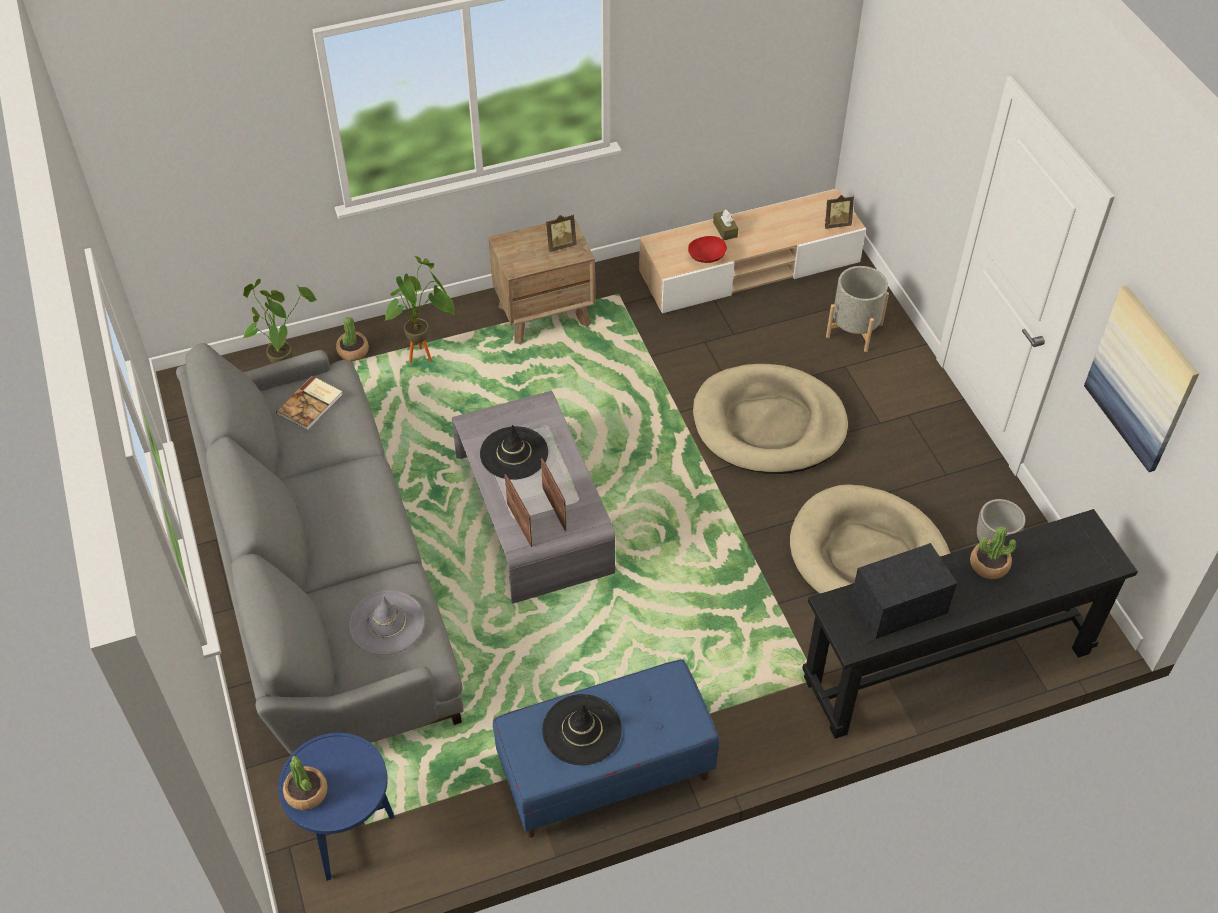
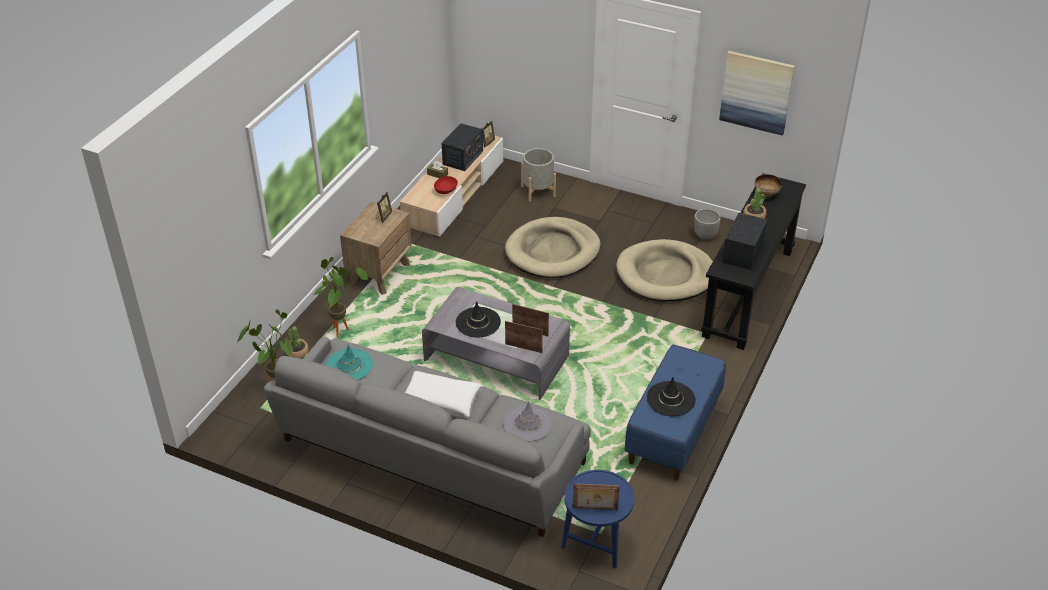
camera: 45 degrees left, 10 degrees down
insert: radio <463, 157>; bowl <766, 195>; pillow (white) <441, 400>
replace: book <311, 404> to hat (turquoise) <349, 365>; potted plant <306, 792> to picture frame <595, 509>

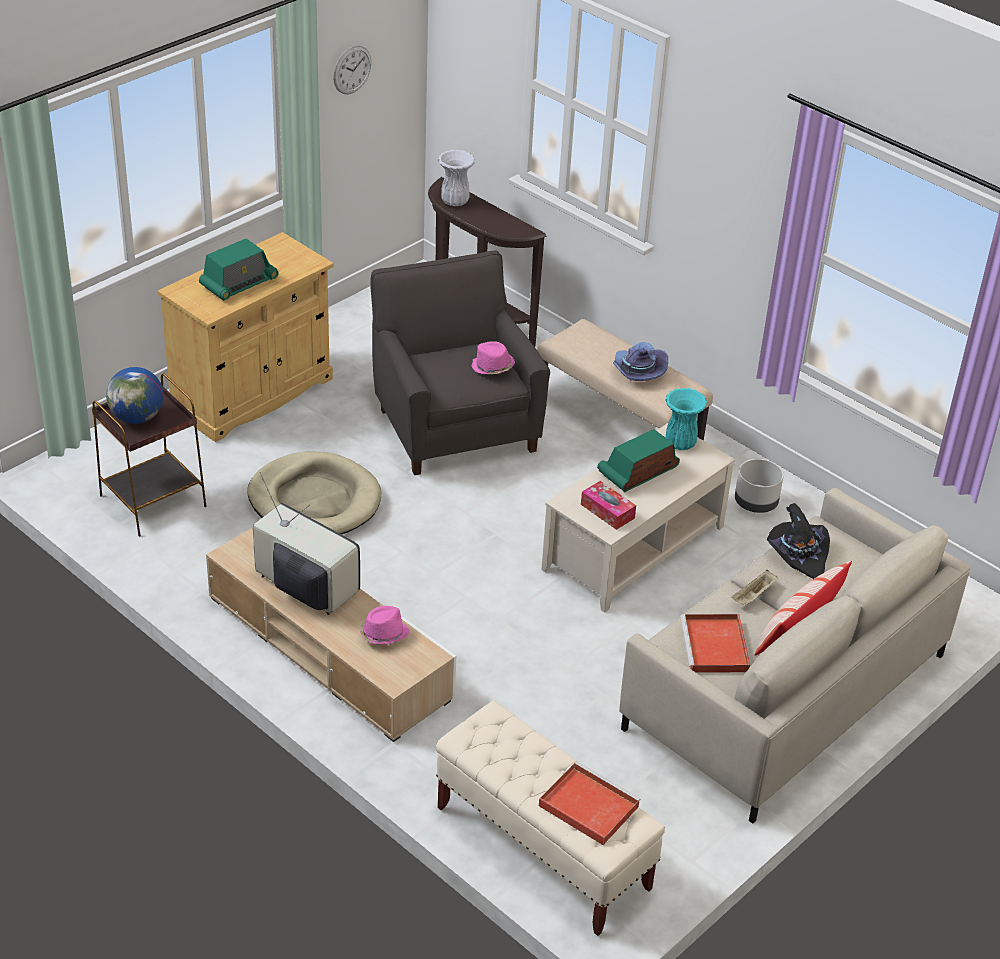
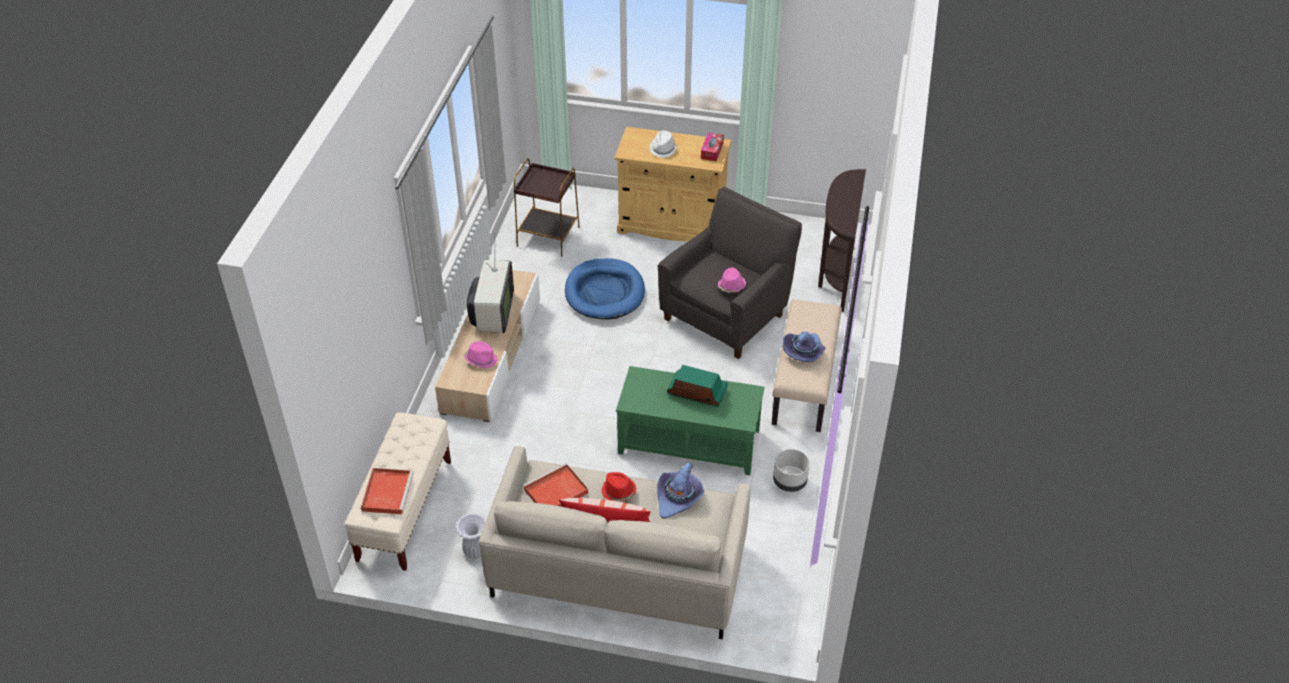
camera: 60 degrees right, 5 degrees up
delete: wall clock <352, 69>; globe <137, 417>; vase (turquoise) <680, 443>
move: vase (white) <455, 202> to <475, 552>; tissue box <607, 511> to <712, 151>
replace: radio <239, 283> to hat (white) <663, 149>; tray (beige) <753, 596> to hat (red) <618, 492>
recolor: coffee table (beige) <633, 548> to coffee table (green) <689, 442>; dog bed (beige) <314, 500> to dog bed (blue) <604, 292>; hat (black) <798, 554> to hat (purple) <678, 498>

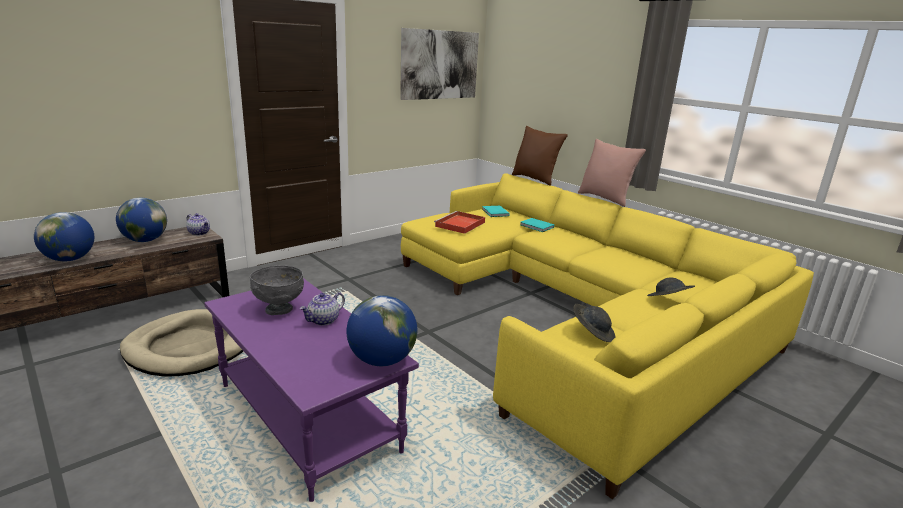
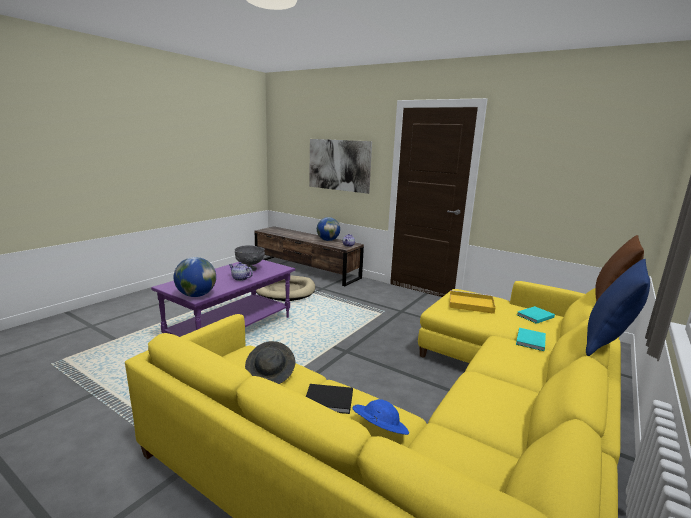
camera: 75 degrees right, 5 degrees down
delete: globe <70, 259>
insert: book (black) <330, 401>
move: picture <440, 65> to <339, 165>
recolor: pillow (pink) <605, 198> to pillow (blue) <607, 344>; tray (red) <460, 225> to tray (yellow) <470, 304>; hat (grey) <668, 301> to hat (blue) <378, 431>

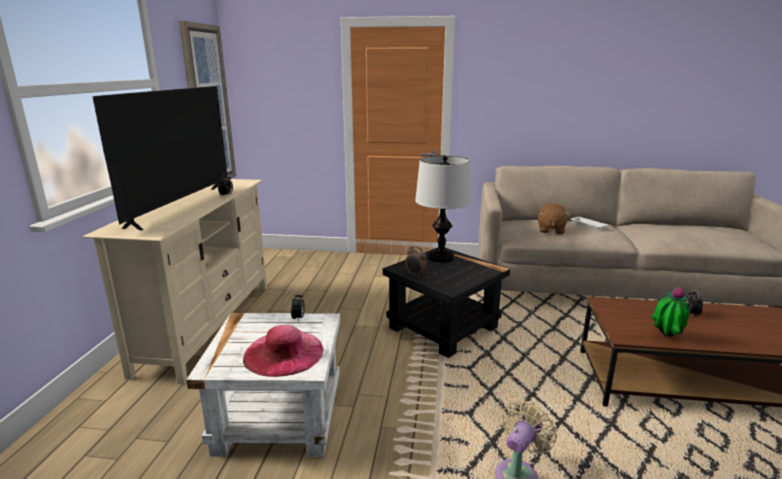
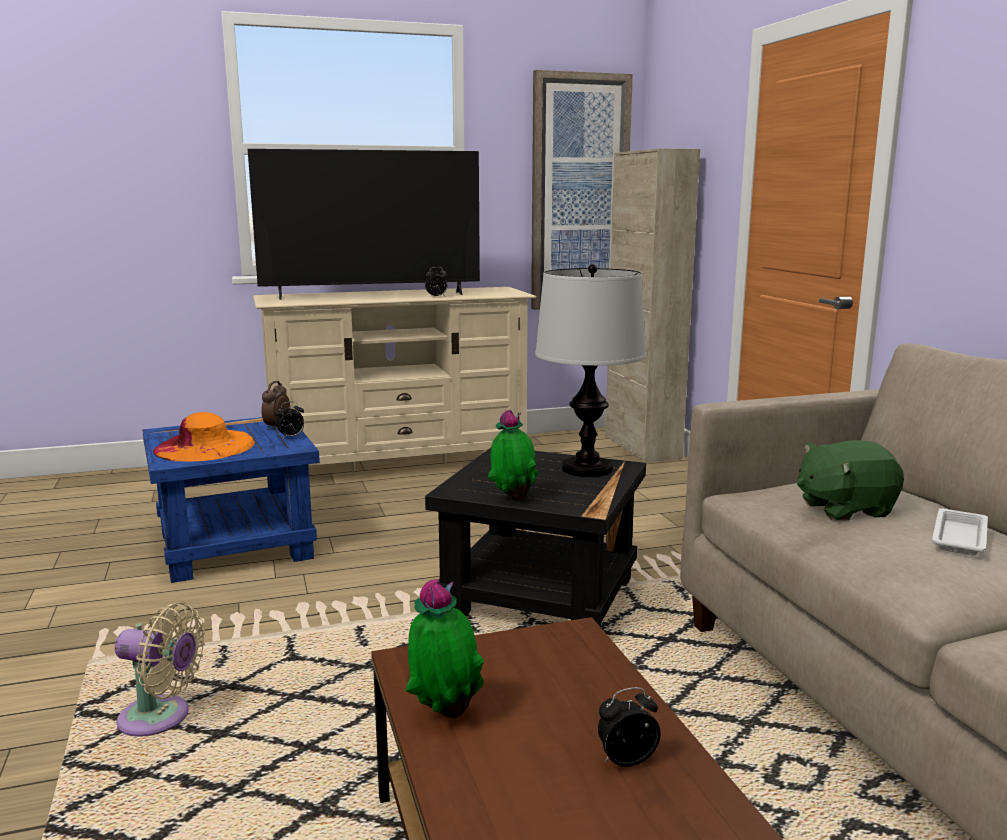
camera: 65 degrees right, 5 degrees down
insert: cabinet (beige) <642, 447>; potted plant <513, 498>
move: alarm clock <415, 275> to <276, 427>
recolor: plush toy (brown) <550, 230> to plush toy (green) <844, 509>; side table (white) <278, 417> to side table (blue) <237, 544>; hat (pink) <284, 352> to hat (orange) <204, 446>

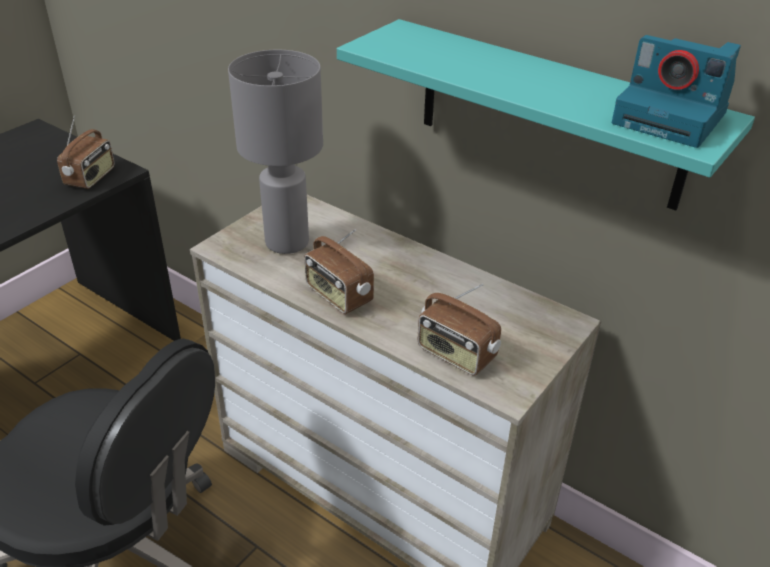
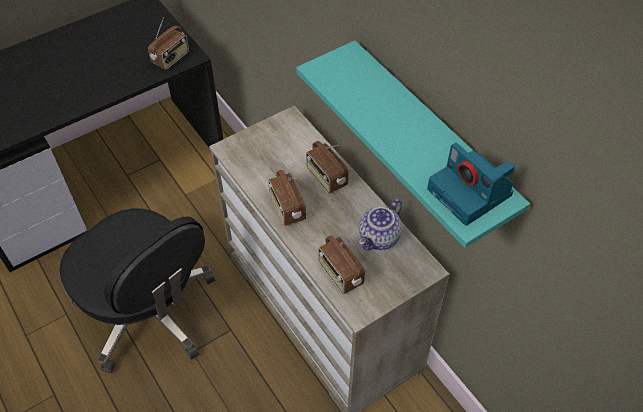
camera: 20 degrees right, 15 degrees up
delete: table lamp (grey) <286, 241>
insert: radio <326, 178>; teapot <380, 238>

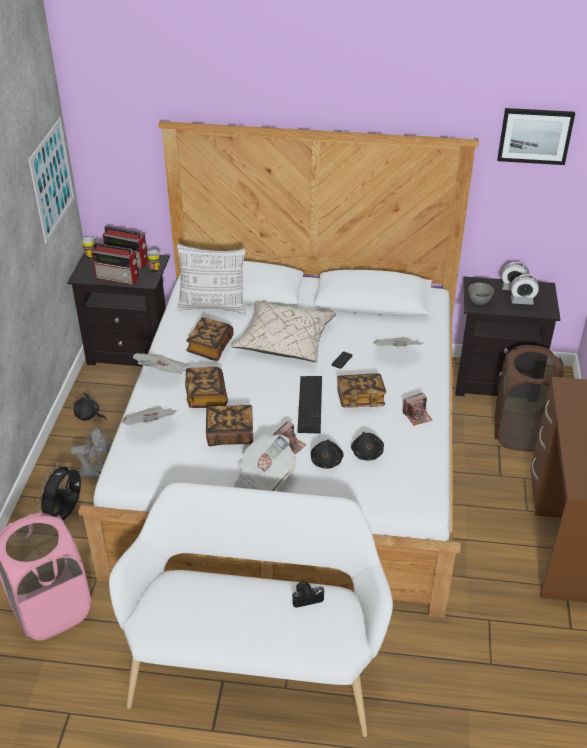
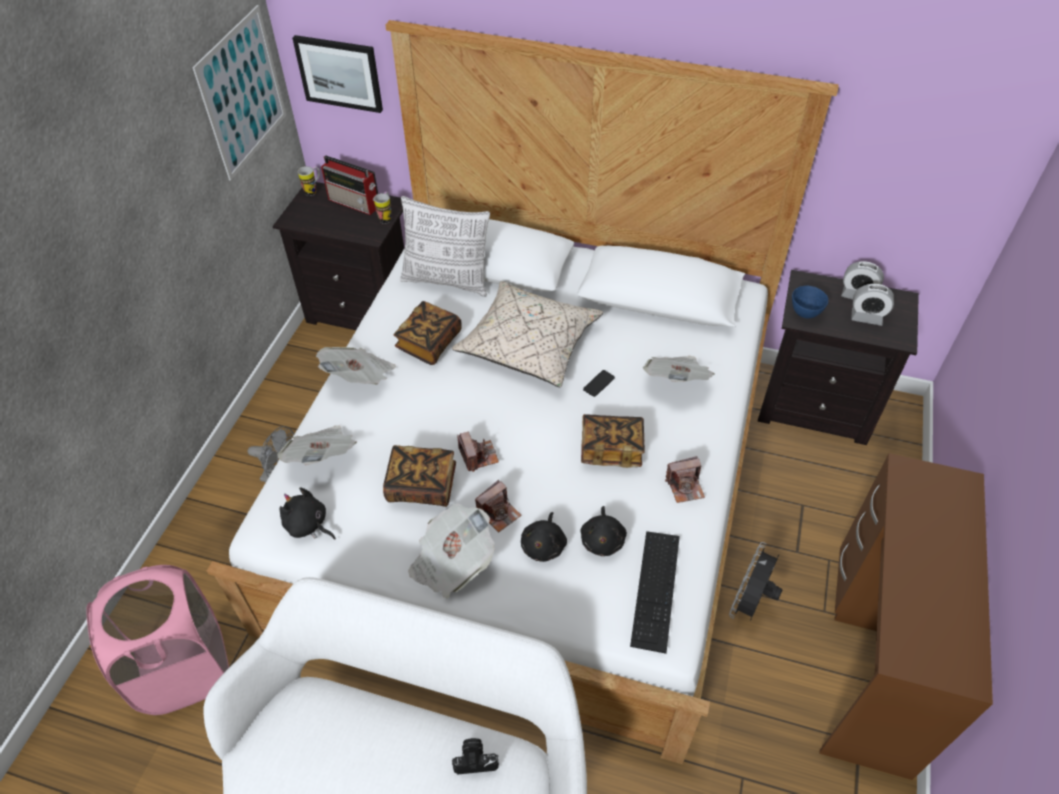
camera: 10 degrees right, 10 degrees up
delete: radio <118, 278>; laundry basket (brown) <520, 432>; book <206, 396>
insert: photo camera <478, 456>
move: picture <535, 135> to <339, 73>; keyboard <310, 404> to <655, 589>; plush toy (black) <88, 416> to <308, 525>; fan (black) <66, 514> to <750, 603>
recolor: bowl (grey) <478, 302> to bowl (blue) <804, 313>

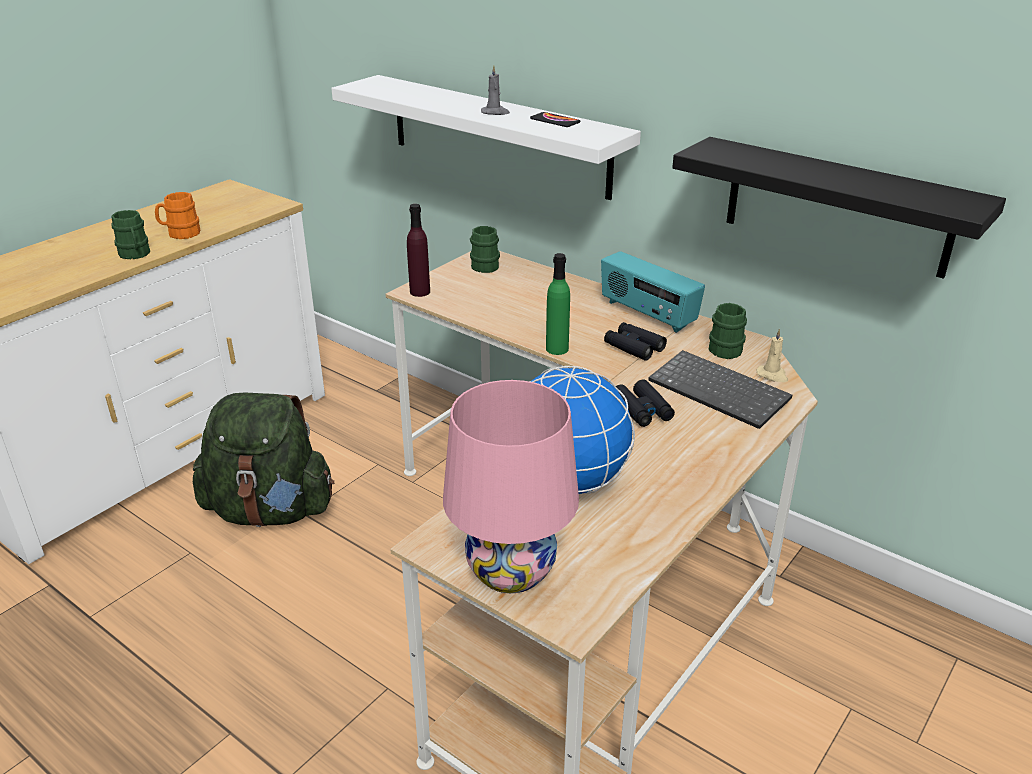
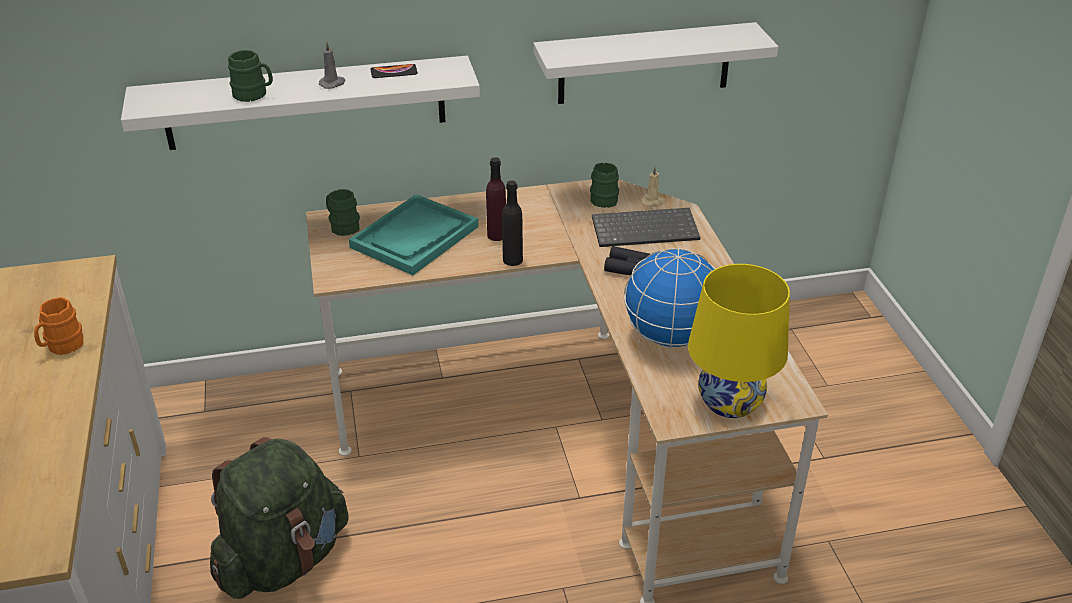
camera: 50 degrees left, 5 degrees up
delete: radio <647, 314>; binoculars (black) <634, 347>
insert: tray (turquoise) <414, 237>
move: bottle (purple) <420, 292> to <497, 235>; mug (green) <135, 255> to <254, 95>
recolor: shelf (black) <837, 207> to shelf (white) <644, 63>; bottle (green) <557, 349> to bottle (black) <512, 260>; table lamp (pink) <510, 570> to table lamp (yellow) <730, 401>

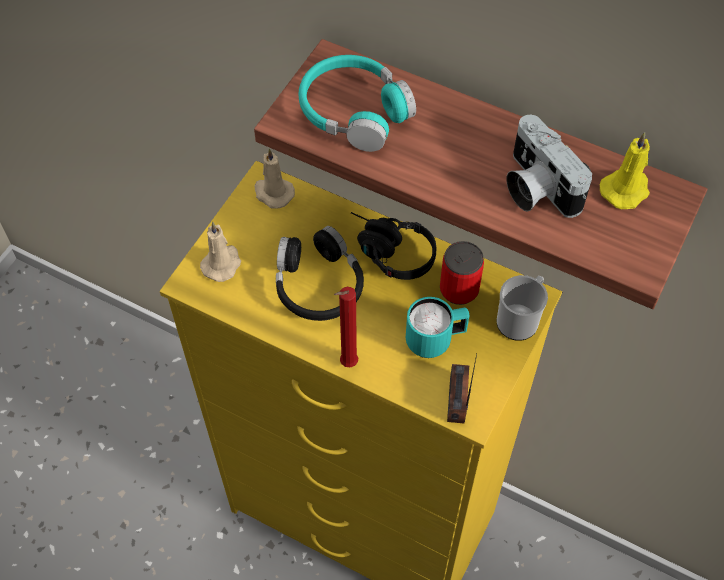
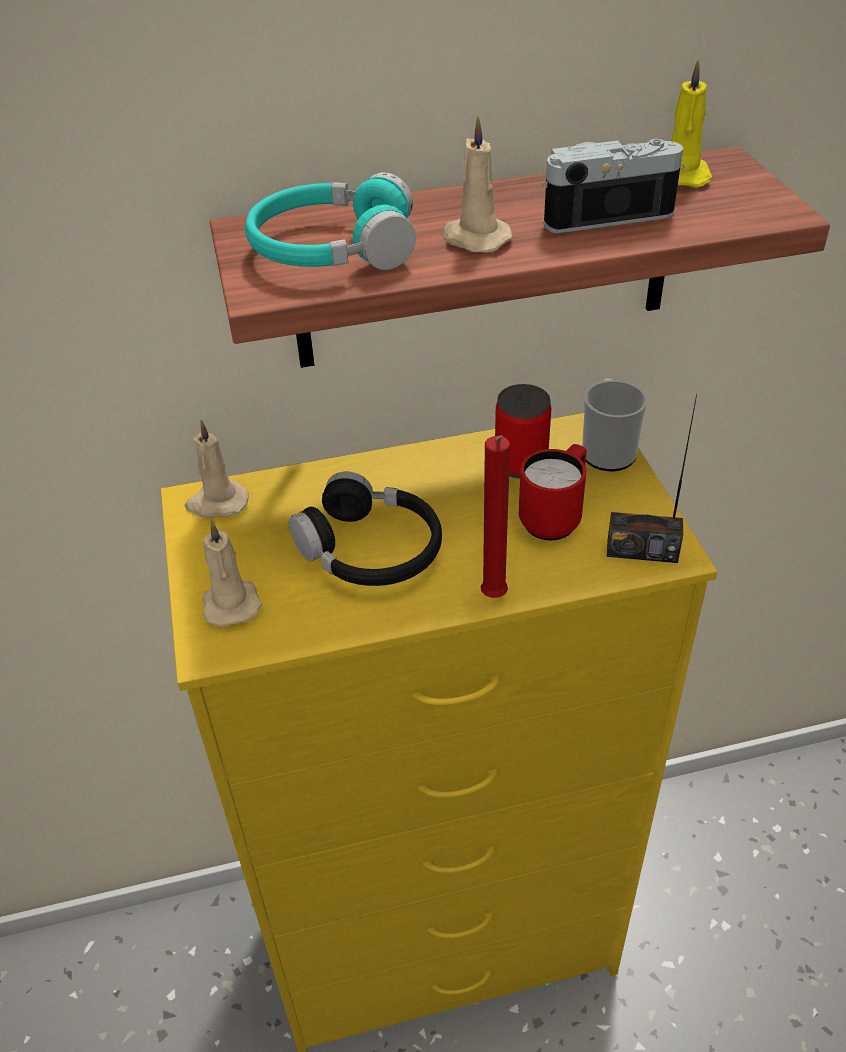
camera: 40 degrees left, 15 degrees down
delete: headphones (black) <387, 252>
insert: candle (beige) <474, 238>
recolor: mug (turquoise) <435, 341> to mug (red) <555, 518>
rotate: photo camera <535, 187> = <602, 212> 150 degrees clockwise; radio <457, 400> = <642, 551> 45 degrees counterclockwise

